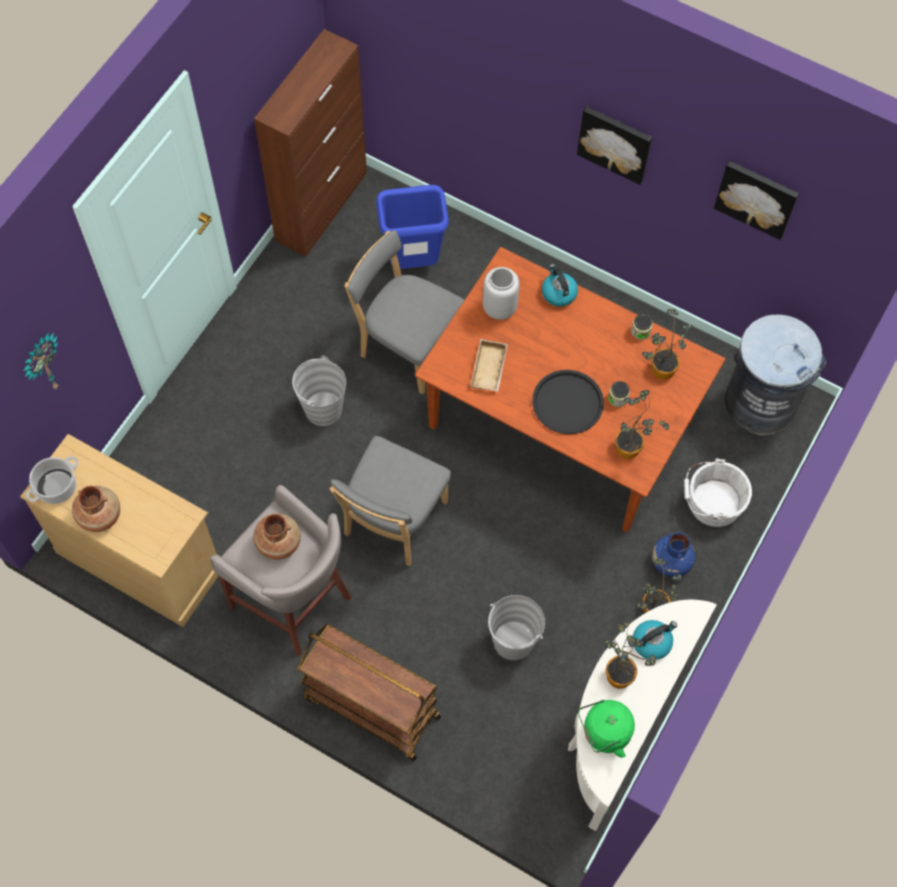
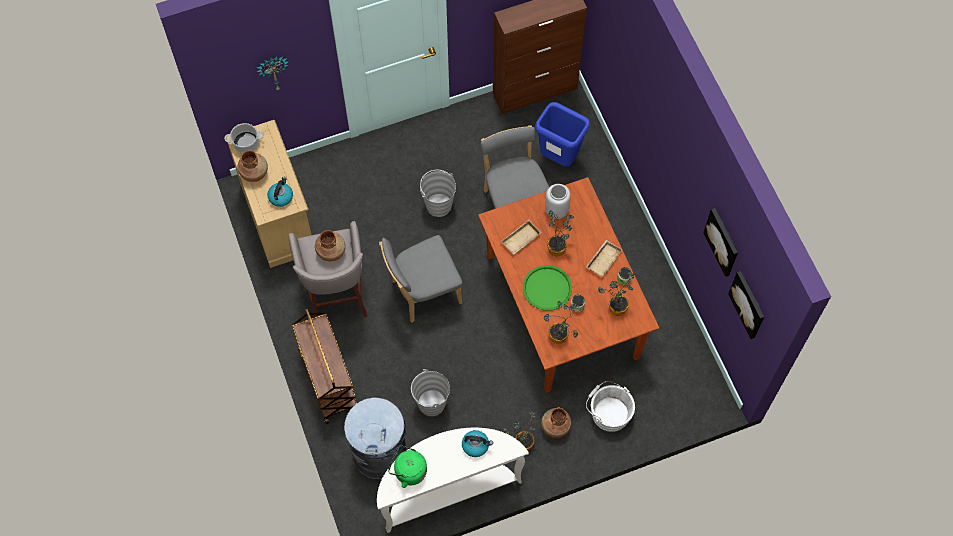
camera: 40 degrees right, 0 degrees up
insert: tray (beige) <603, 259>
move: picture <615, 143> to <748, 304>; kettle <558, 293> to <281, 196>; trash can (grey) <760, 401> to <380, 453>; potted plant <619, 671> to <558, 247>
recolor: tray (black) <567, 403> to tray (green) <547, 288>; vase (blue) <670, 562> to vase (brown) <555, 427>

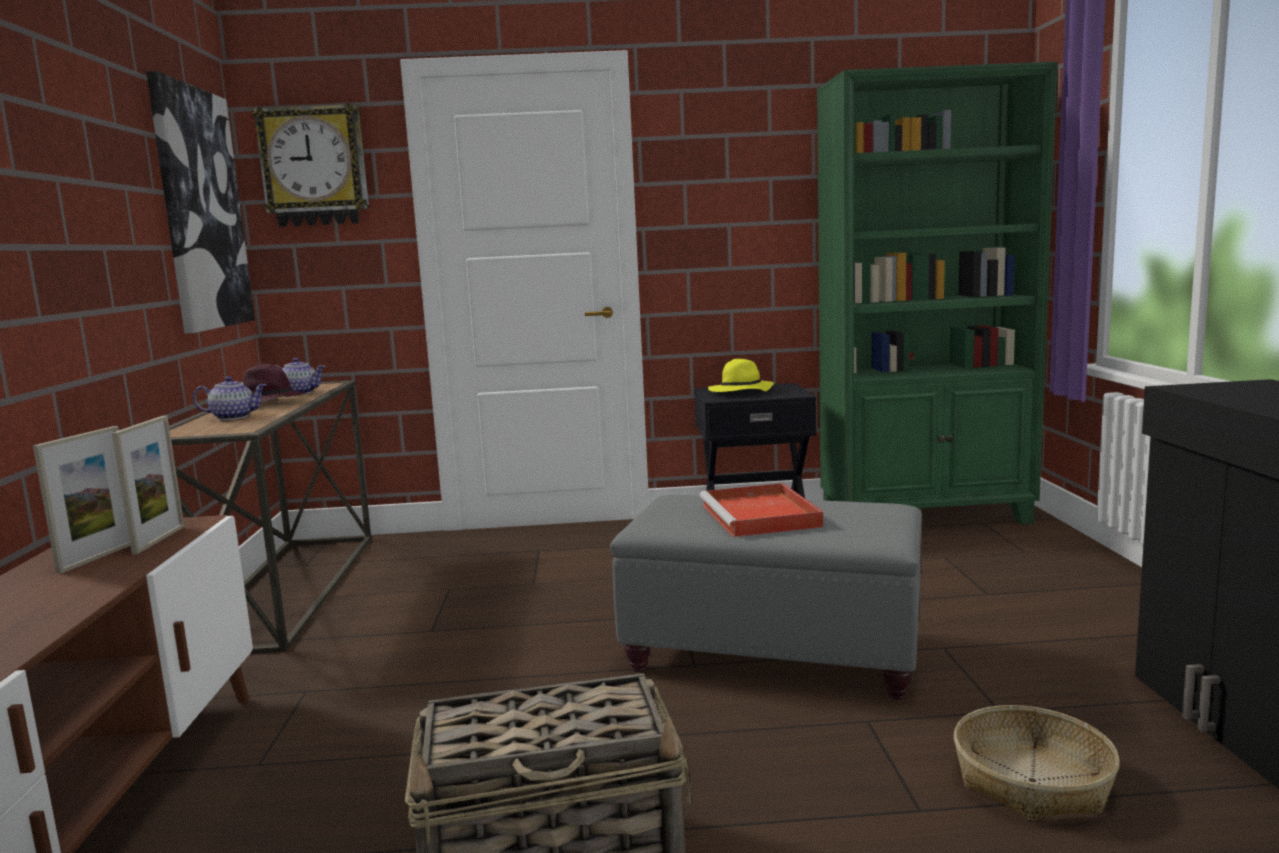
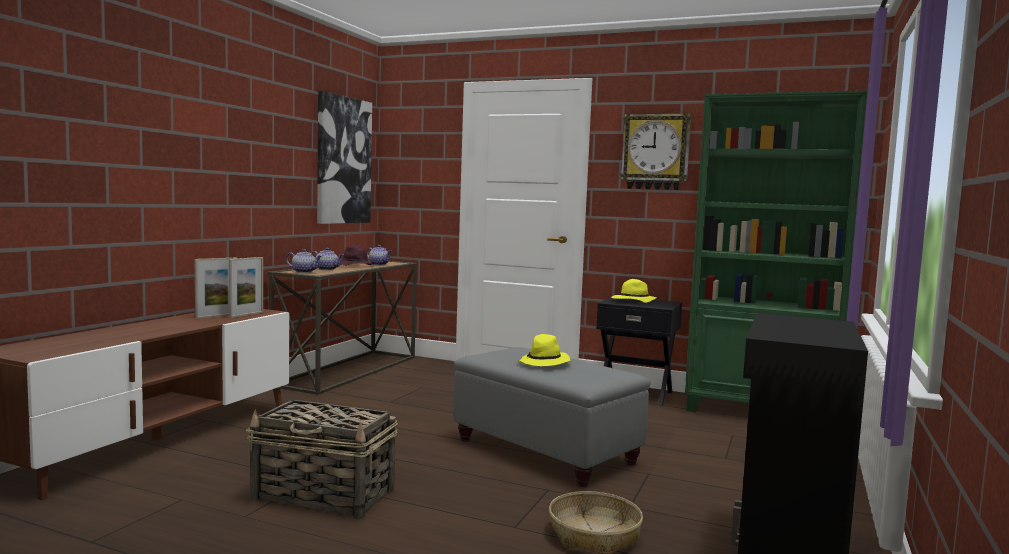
camera: 25 degrees right, 5 degrees down
insert: teapot <304, 271>
move: wall clock <314, 167> to <655, 152>
replace: tray (red) <761, 516> to hat (yellow) <544, 363>

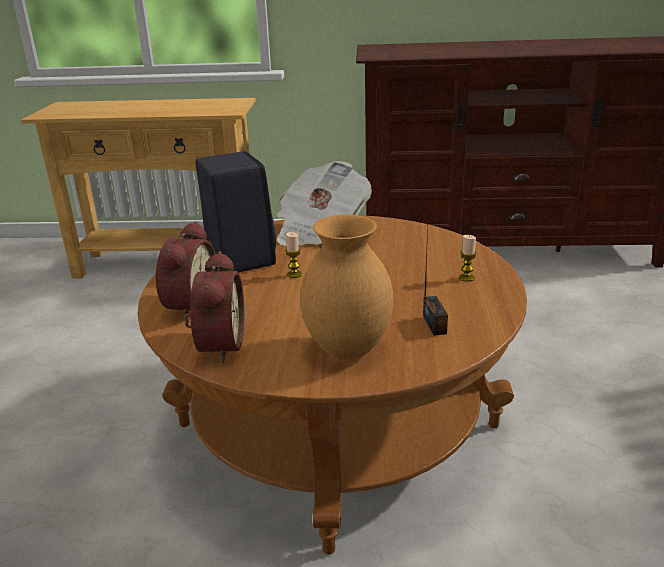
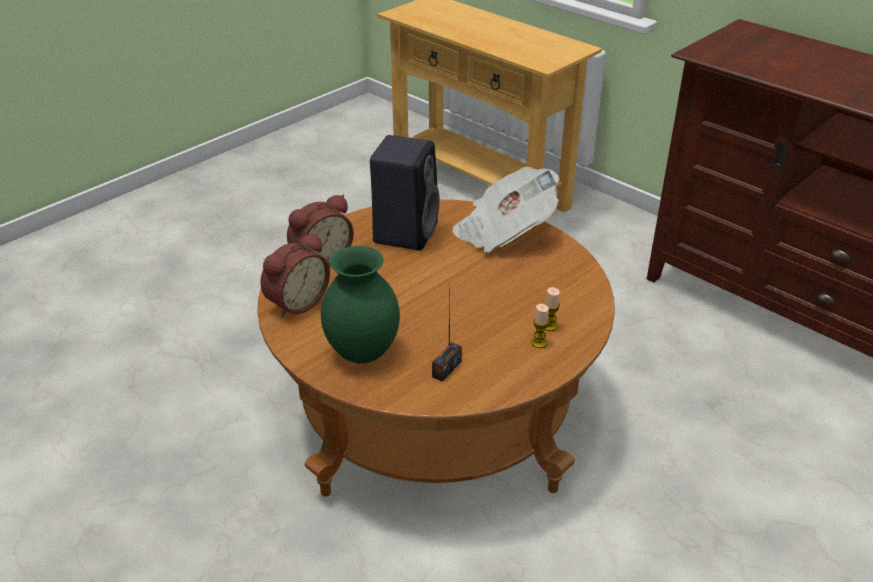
camera: 40 degrees right, 10 degrees up
move: candle <294, 274> to <549, 326>
recolor: vase (brown) <349, 349> to vase (green) <364, 353>

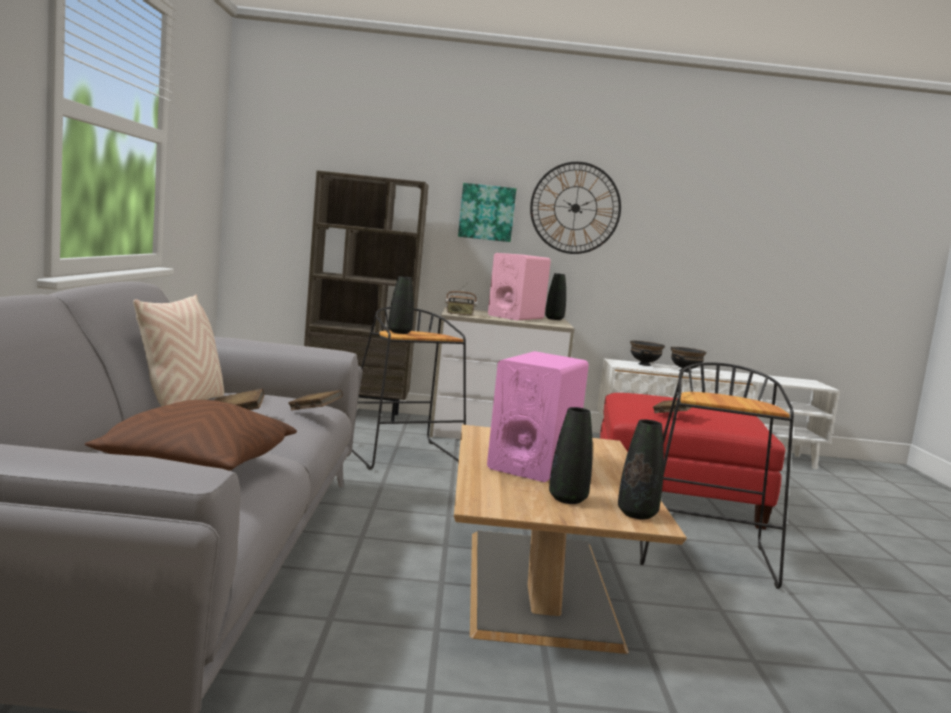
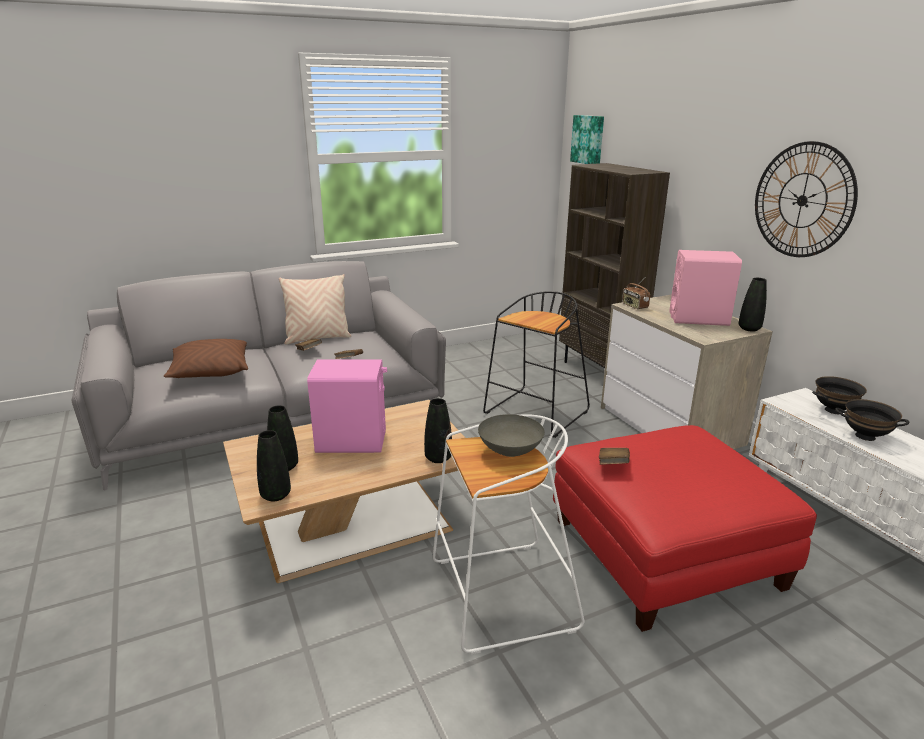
camera: 65 degrees right, 15 degrees up
insert: bowl (grey) <509, 451>
move: picture <487, 212> to <588, 139>; vase (black) <399, 332> to <438, 458>
recolor: stool (black) <705, 557> to stool (white) <500, 596>

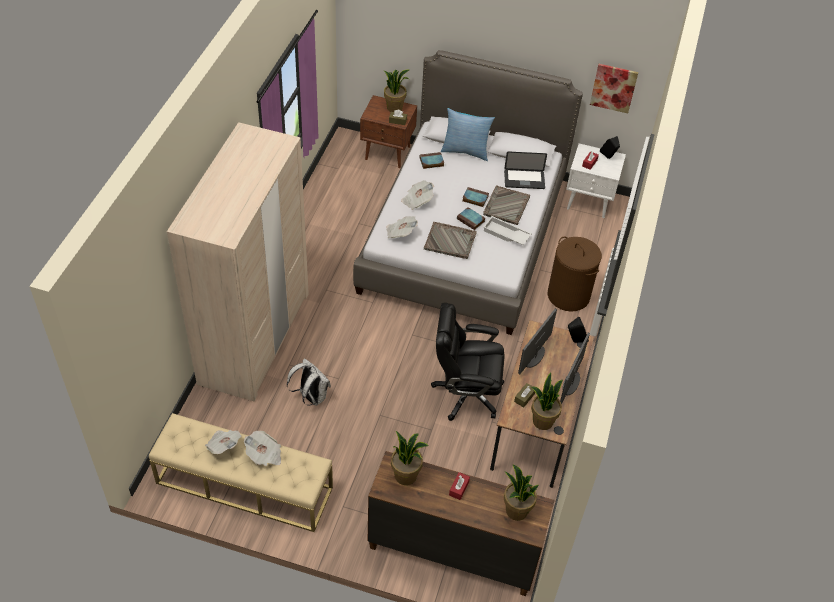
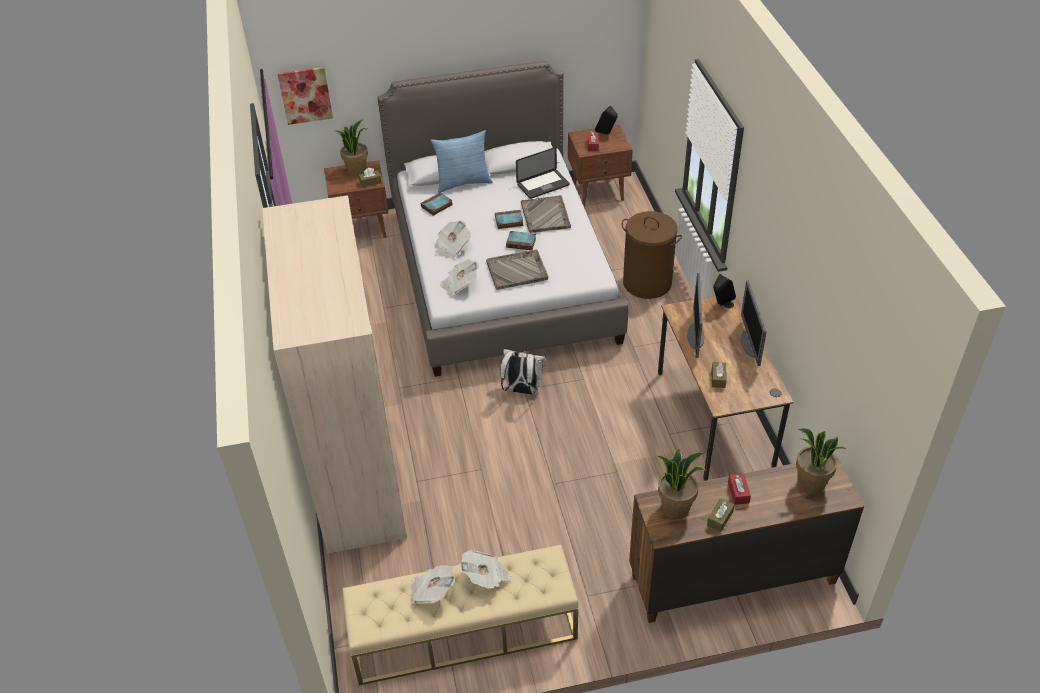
camera: 25 degrees left, 5 degrees down
delete: tray (white) <505, 234>; office chair (black) <466, 393>; potted plant <542, 421>
insert: tissue box (brown) <720, 518>
move: picture <613, 88> to <305, 95>; backpack (white) <311, 397> to <522, 390>
recolor: nightstand (white) <589, 202> to nightstand (brown) <599, 192>

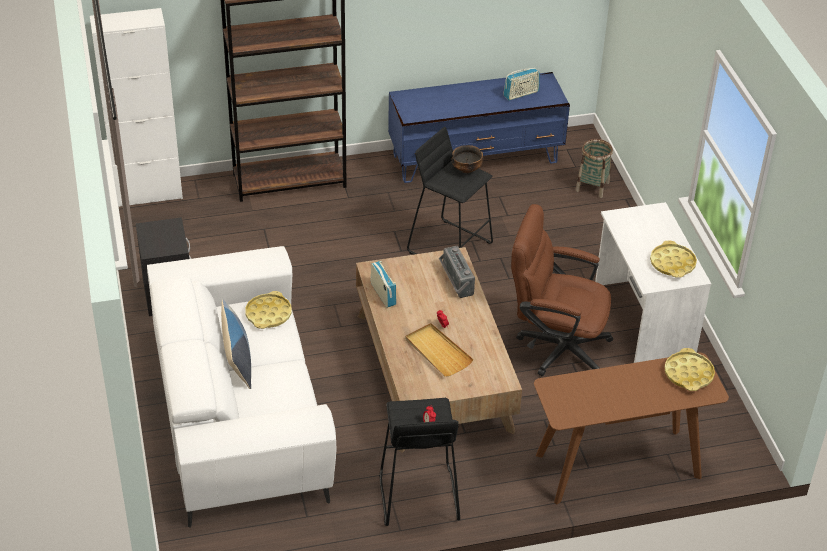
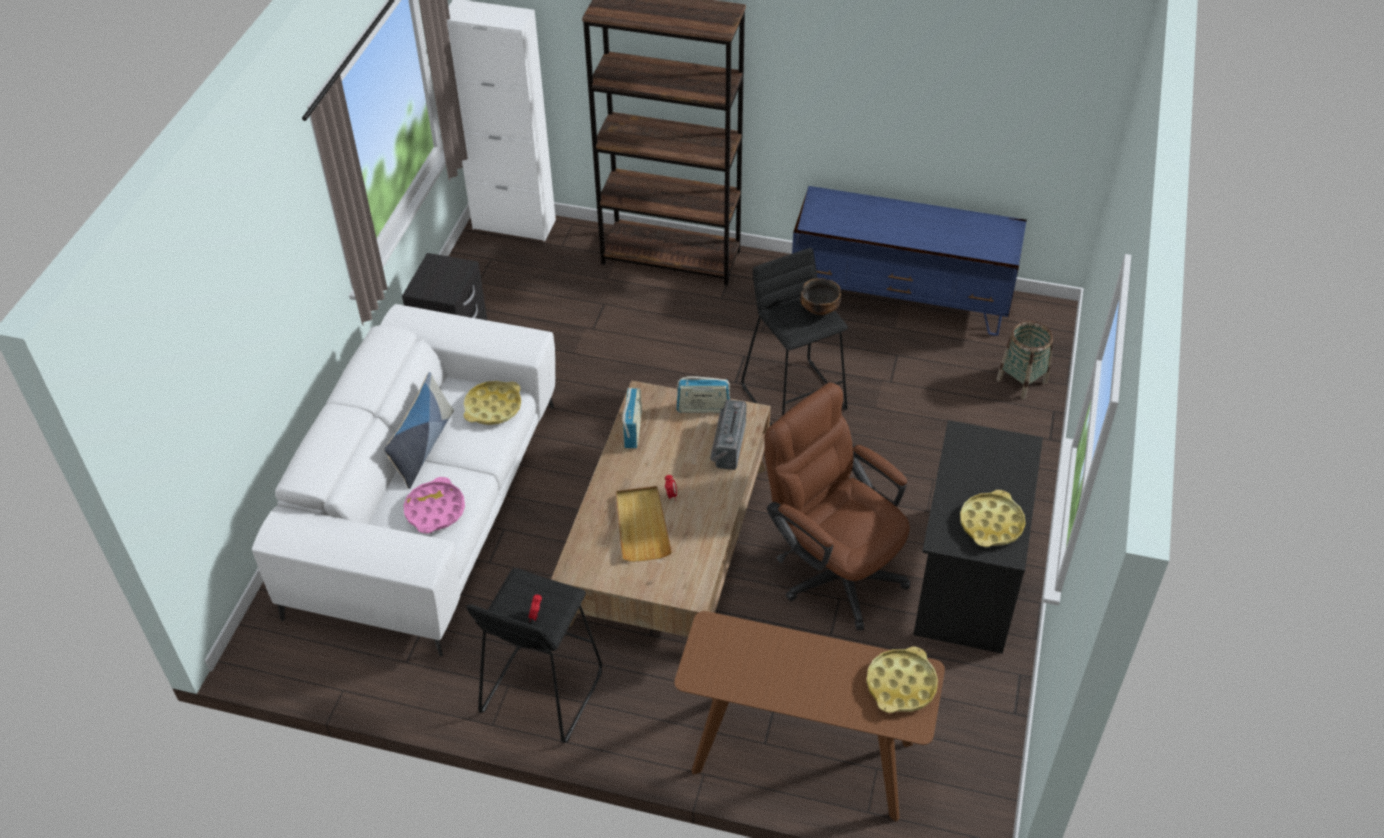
camera: 30 degrees right, 5 degrees up
insert: tray (pink) <435, 510>
move: radio <521, 94> to <703, 408>
recolor: desk (white) <642, 320> to desk (black) <966, 577>

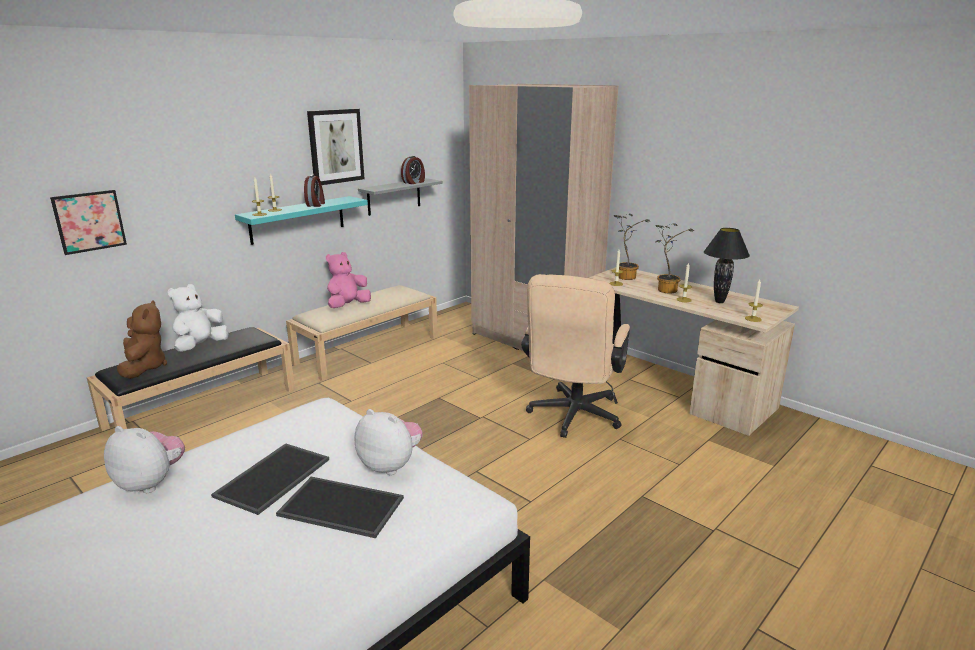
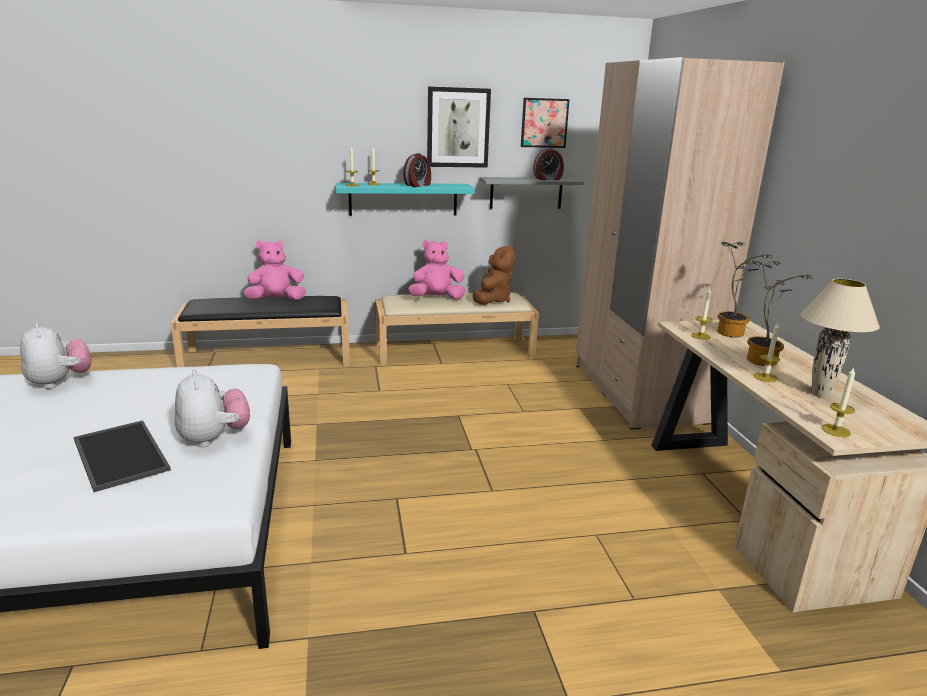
camera: 35 degrees right, 0 degrees up
delete: office chair (beige) <572, 418>; tray <272, 476>
move: picture <89, 221> to <544, 123>; plush toy (brown) <144, 367> to <492, 300>
recolor: table lamp (black) <719, 302> to table lamp (beige) <819, 394>; plush toy (white) <200, 346> to plush toy (pink) <276, 300>

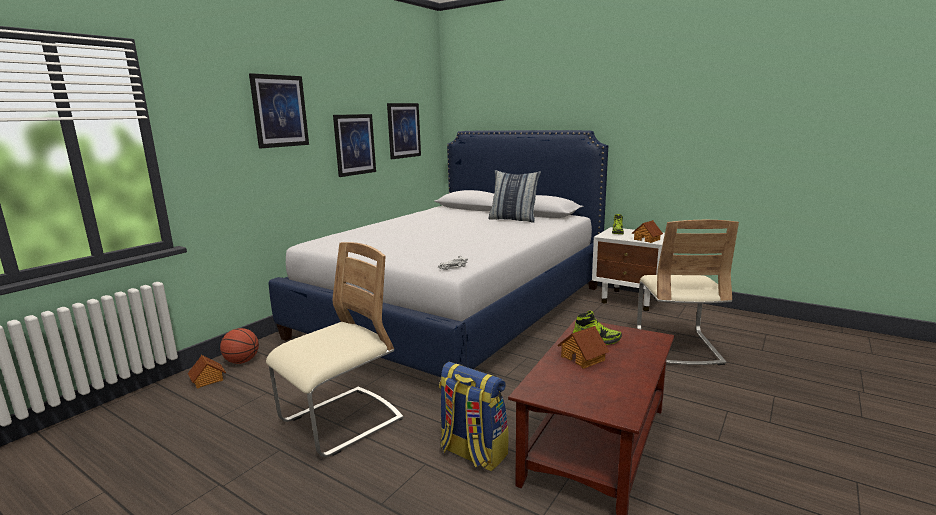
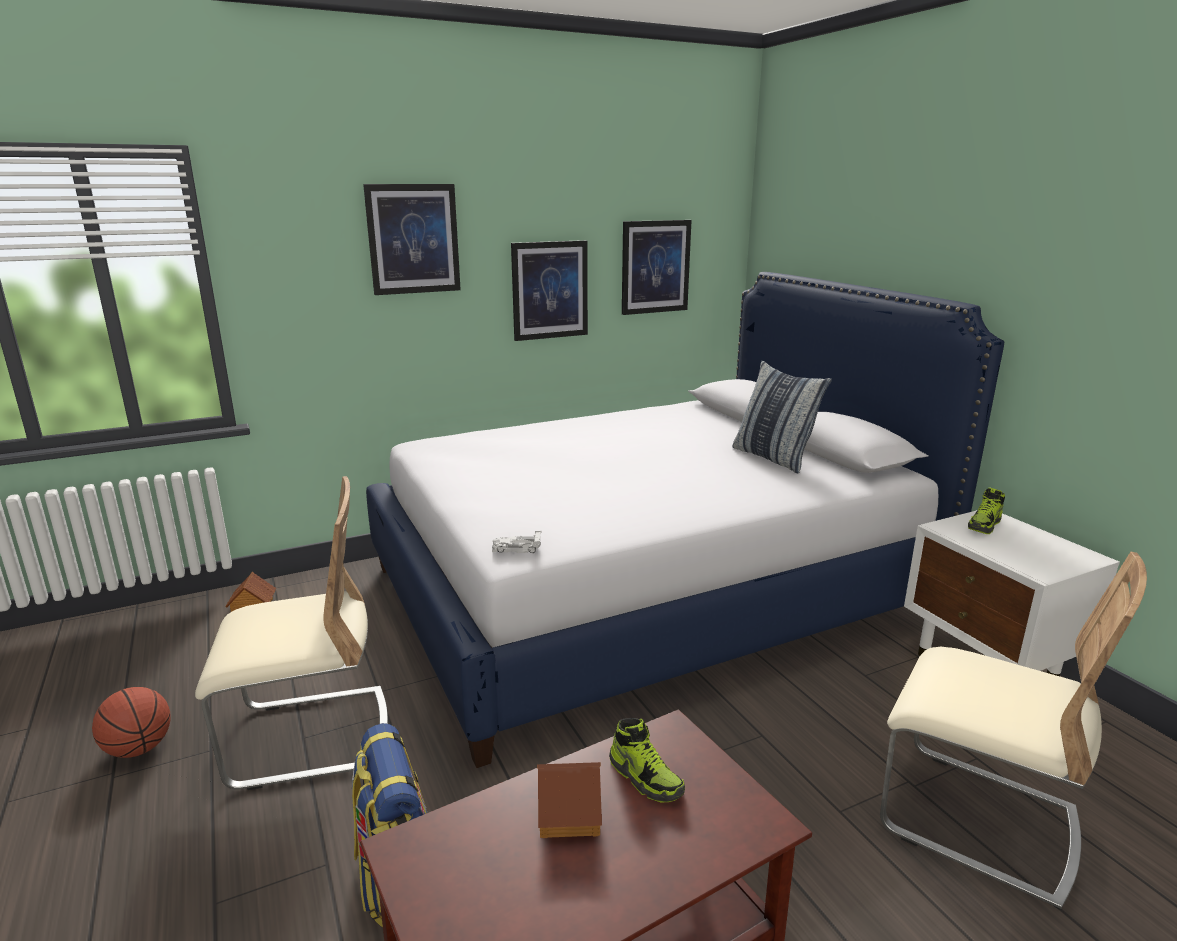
camera: 30 degrees right, 5 degrees up
delete: toy house <647, 239>
move: basketball <242, 361> to <139, 748>
rotate: chair (beige) <677, 347> = <976, 820> 90 degrees counterclockwise

